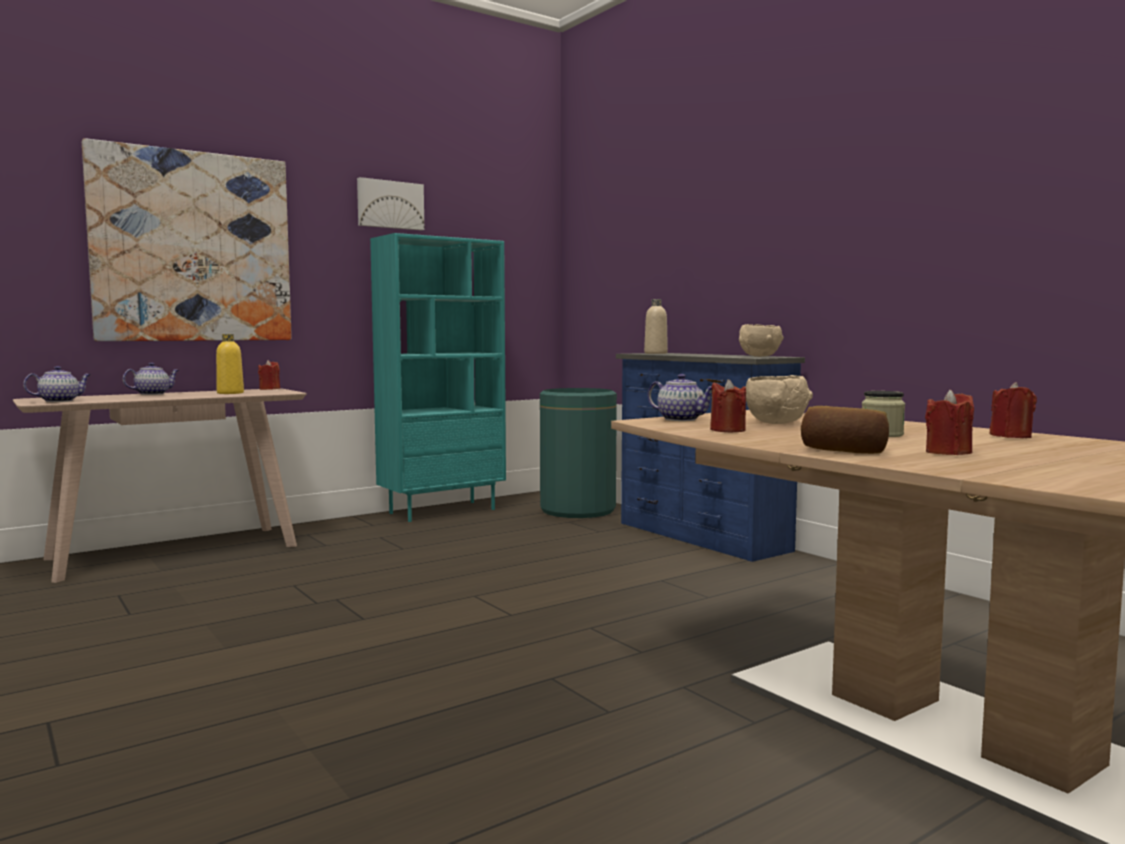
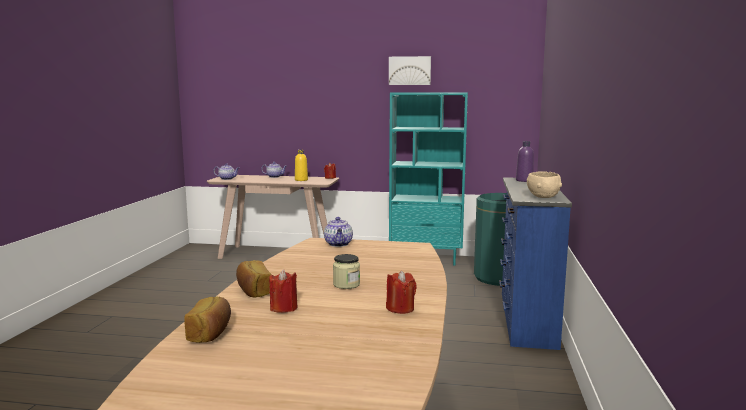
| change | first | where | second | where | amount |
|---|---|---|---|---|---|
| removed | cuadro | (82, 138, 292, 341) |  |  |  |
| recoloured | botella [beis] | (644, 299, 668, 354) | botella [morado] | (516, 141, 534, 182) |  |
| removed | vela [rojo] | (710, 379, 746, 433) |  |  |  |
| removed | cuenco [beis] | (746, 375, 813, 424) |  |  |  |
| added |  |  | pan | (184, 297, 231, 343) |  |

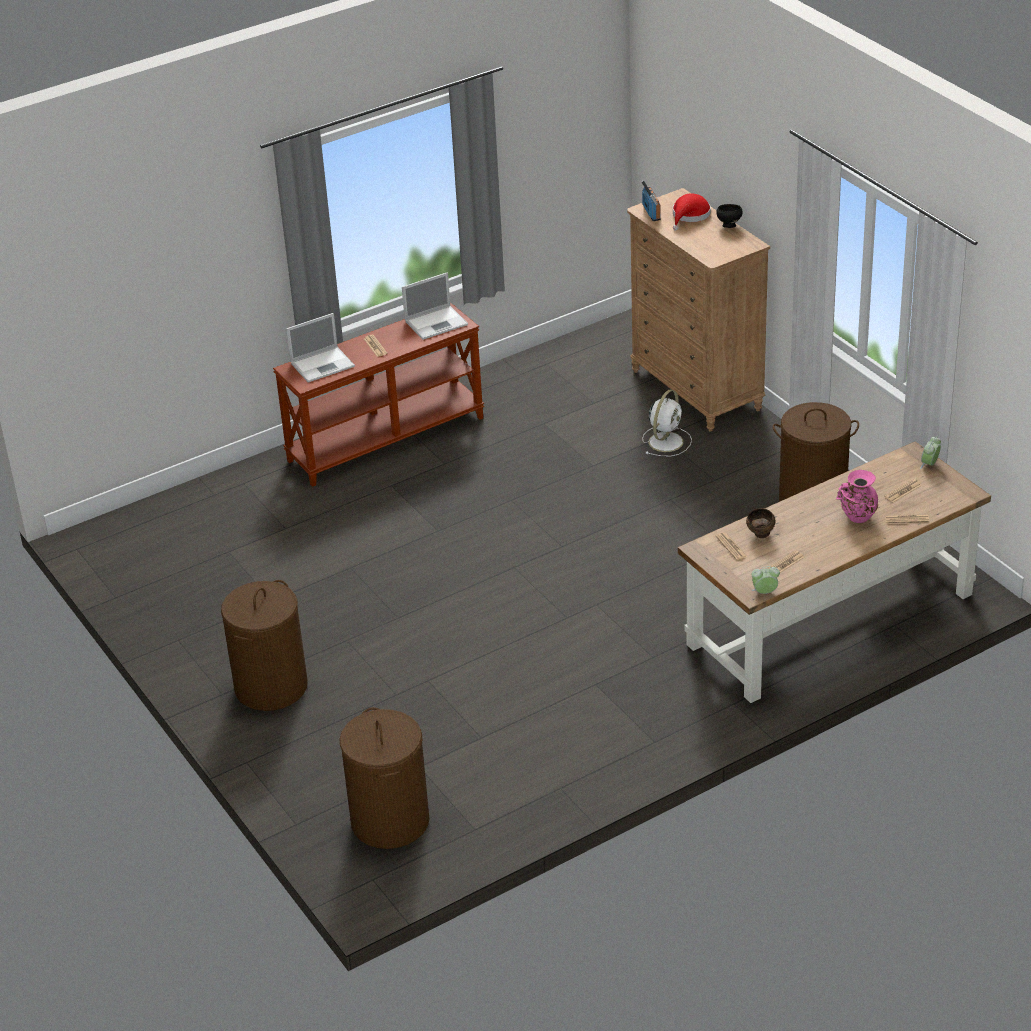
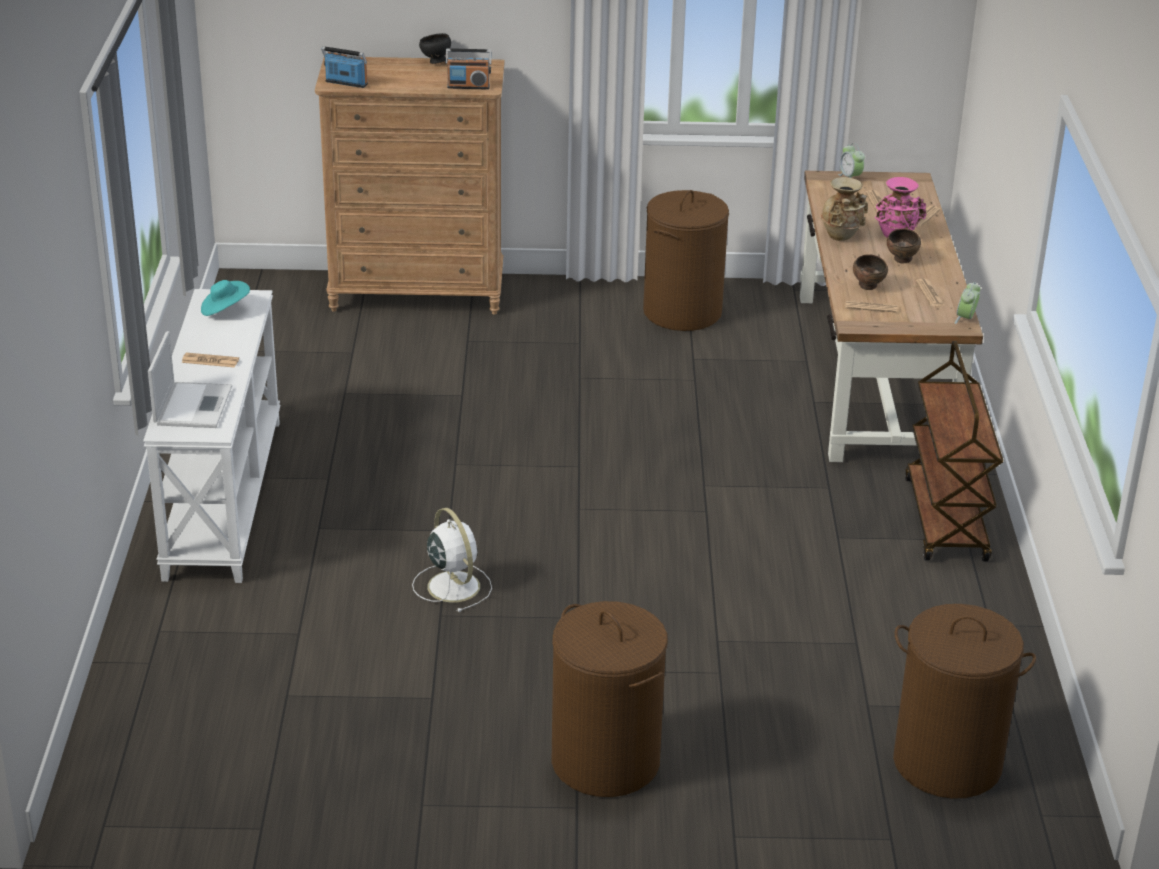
| change | first | where | second | where | amount |
|---|---|---|---|---|---|
| recoloured | mesa consola [marrón] | (273, 302, 484, 487) | mesa consola [blanco] | (143, 289, 280, 583) |  |
| replaced | portátil | (402, 273, 468, 340) | sombrero [turquesa] | (201, 280, 250, 316) |  |
| moved | ventilador [blanco] | (643, 390, 692, 457) |  | (412, 508, 492, 612) |  |
| removed | sombrero [rojo] | (673, 193, 711, 231) |  |  |  |
| added |  |  | radio | (445, 48, 492, 90) |  |
| added |  |  | florero [beis] | (821, 177, 868, 241) |  |
| added |  |  | cuenco [marrón] | (887, 229, 921, 264) |  |
| added |  |  | carrito [marrón] | (905, 341, 1003, 562) |  |

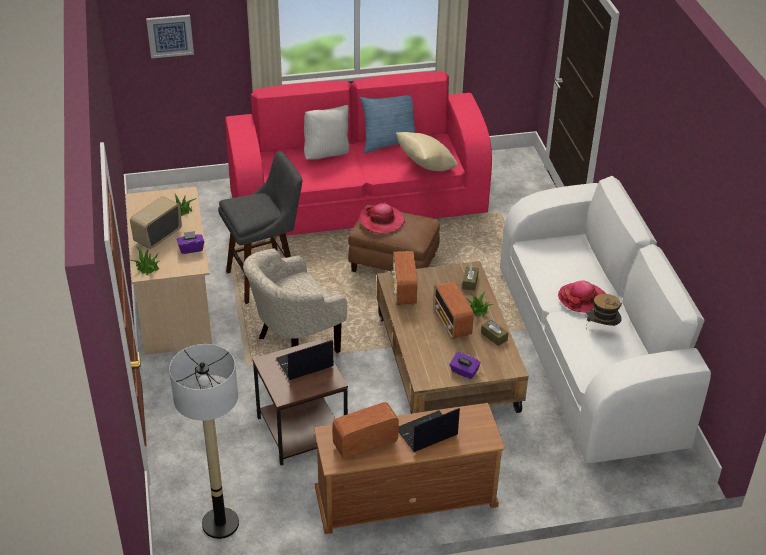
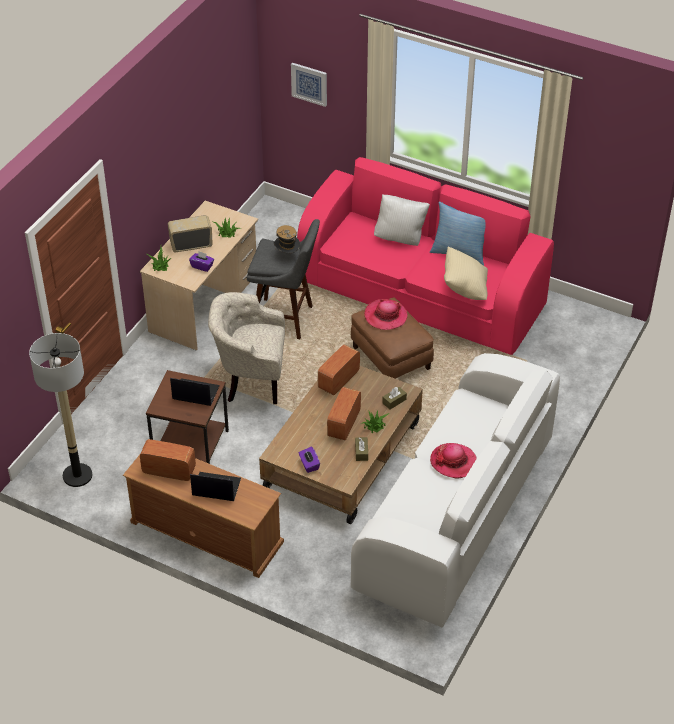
| change | first | where | second | where | amount |
|---|---|---|---|---|---|
| moved | sombrero | (586, 294, 622, 327) |  | (274, 225, 300, 253) |  |

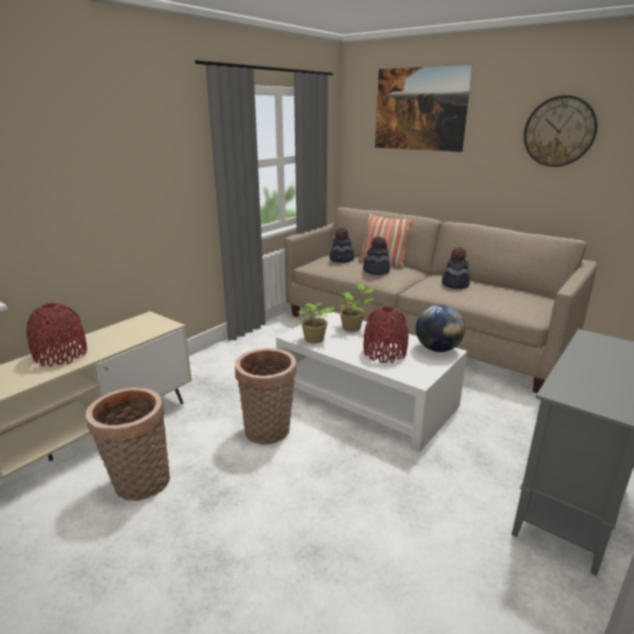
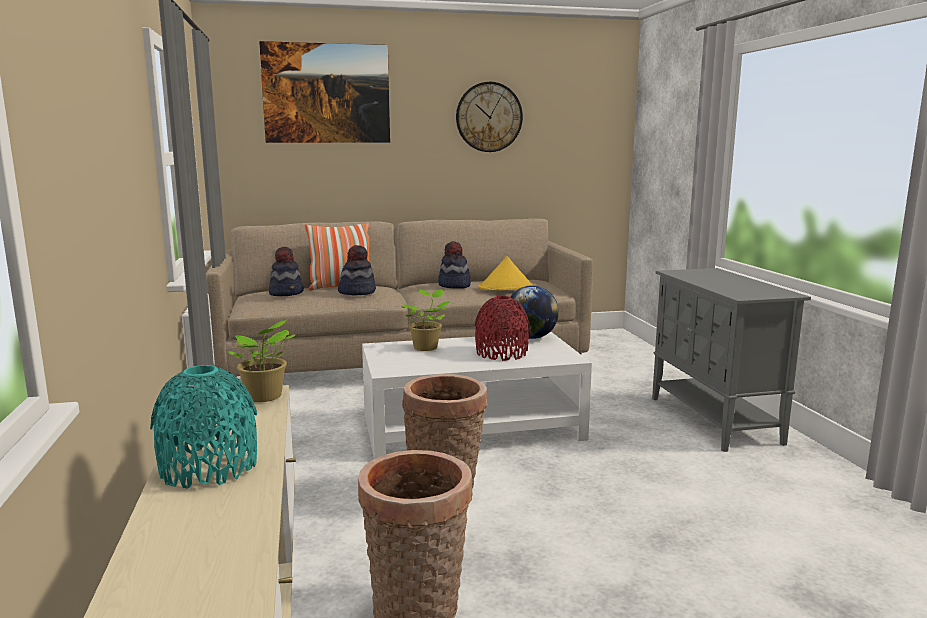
| change | first | where | second | where | amount |
|---|---|---|---|---|---|
| recoloured | florero [rojo] | (26, 303, 87, 367) | florero [turquesa] | (150, 365, 257, 489) |  |
| moved | planta en maceta | (296, 303, 334, 344) |  | (228, 320, 295, 402) |  |
| added |  |  | sombrero [amarillo] | (478, 256, 533, 290) |  |

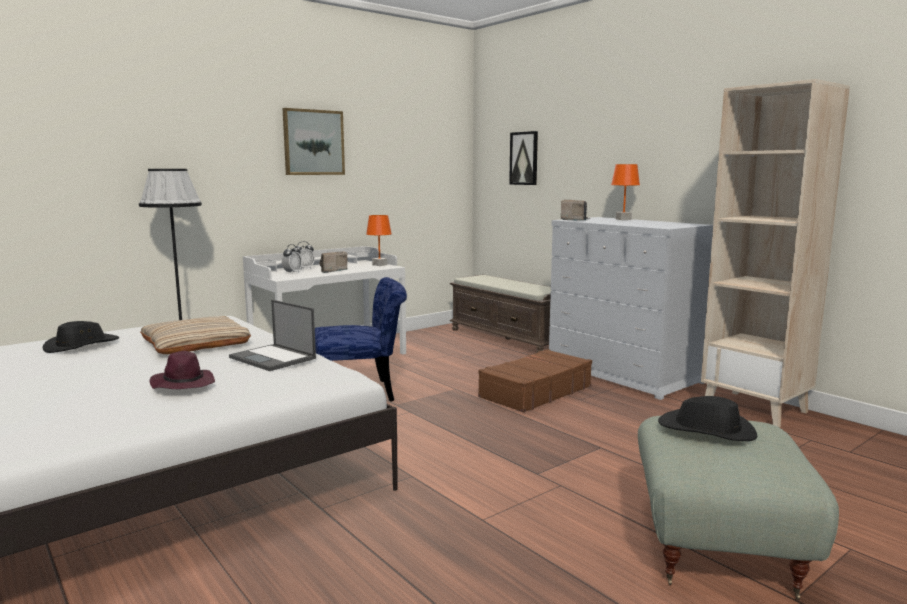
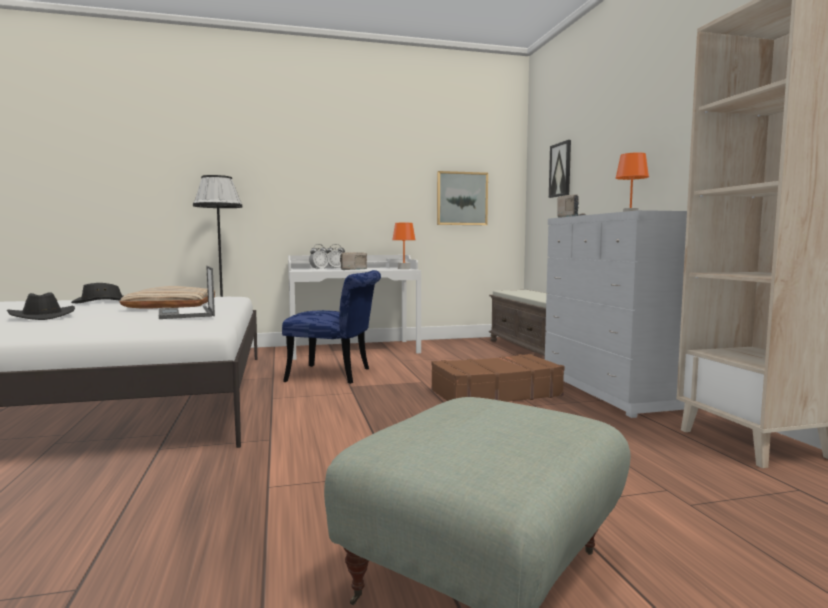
| change | first | where | second | where | amount |
|---|---|---|---|---|---|
| removed | sombrero [morado] | (150, 351, 215, 389) |  |  |  |
| moved | cuadro | (283, 108, 345, 175) |  | (437, 171, 488, 225) |  |
| moved | sombrero [negro] | (658, 396, 758, 441) |  | (7, 292, 75, 320) |  |

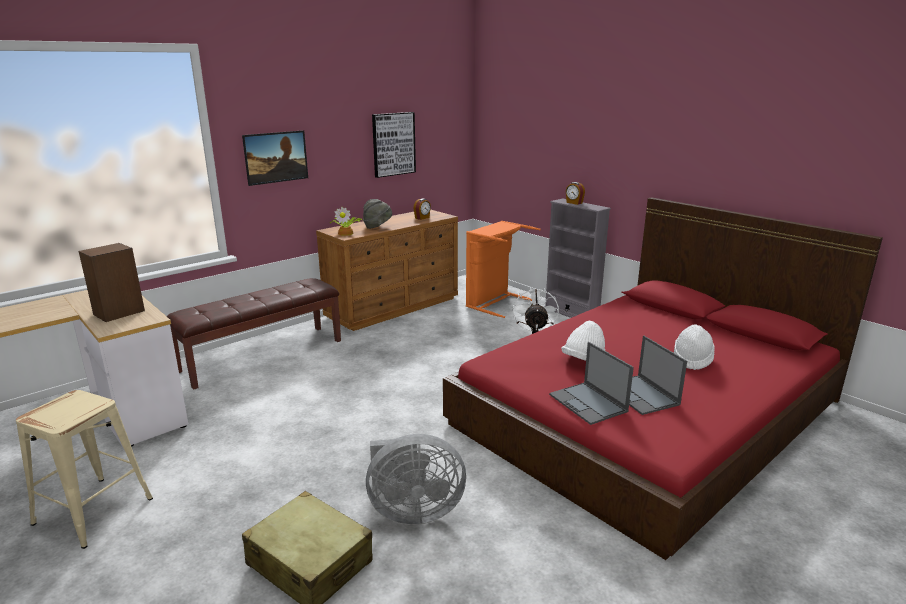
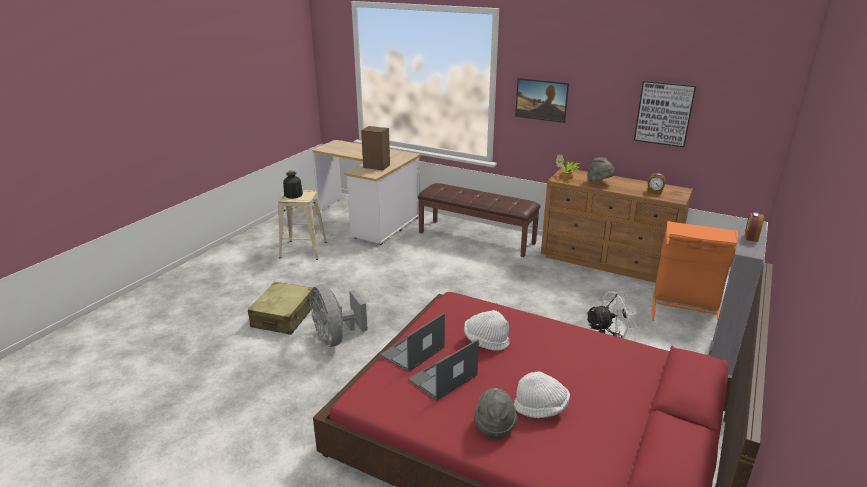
| change | first | where | second | where | amount |
|---|---|---|---|---|---|
| added |  |  | botella | (283, 171, 303, 199) |  |
| added |  |  | sombrero [gris] | (474, 388, 517, 439) |  |

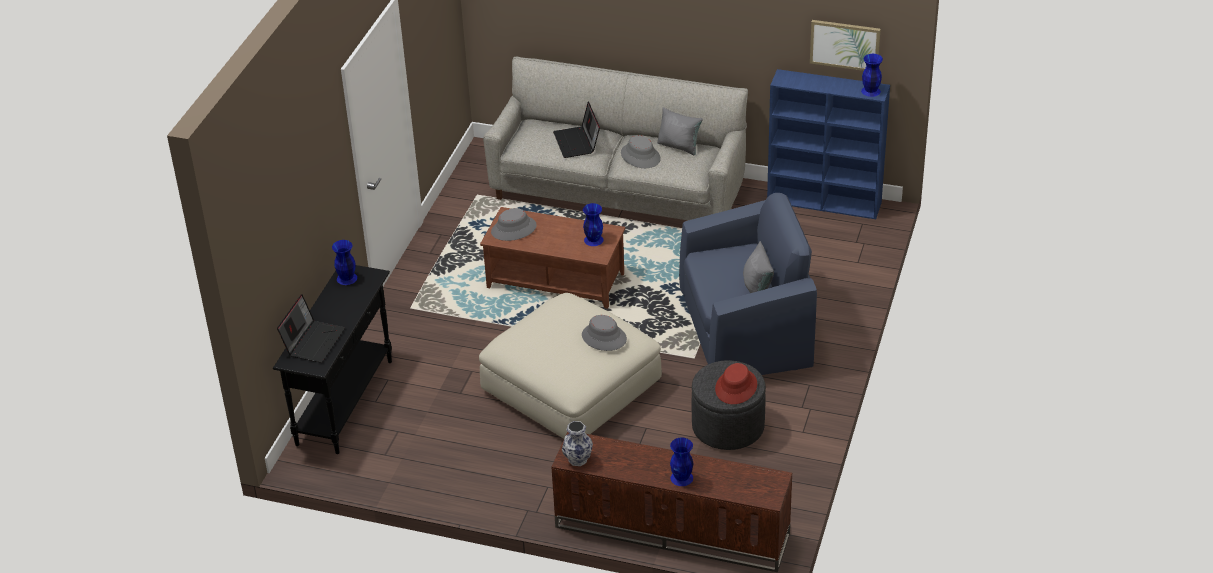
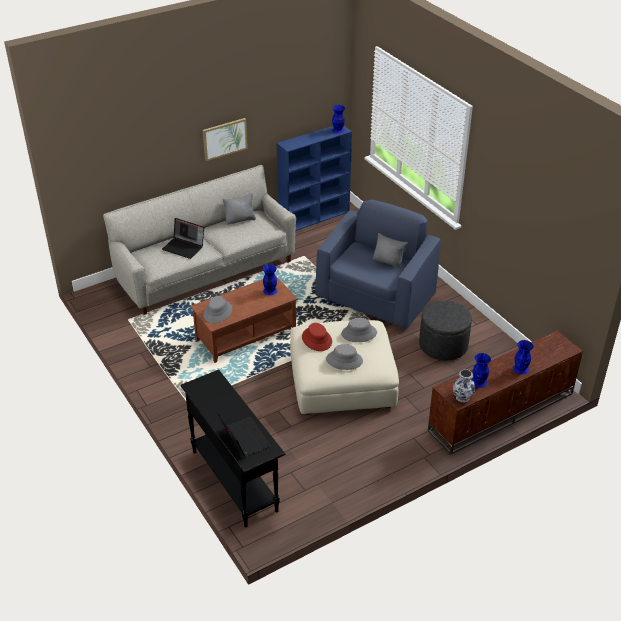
| change | first | where | second | where | amount |
|---|---|---|---|---|---|
| moved | florero [azul] | (332, 240, 357, 285) |  | (472, 353, 491, 388) |  |
| moved | sombrero [gris] | (621, 135, 661, 168) |  | (326, 344, 363, 370) |  |
| moved | sombrero [rojo] | (715, 363, 757, 404) |  | (302, 323, 332, 351) |  |
| moved | cuadro | (810, 20, 881, 71) |  | (203, 118, 248, 161) |  |

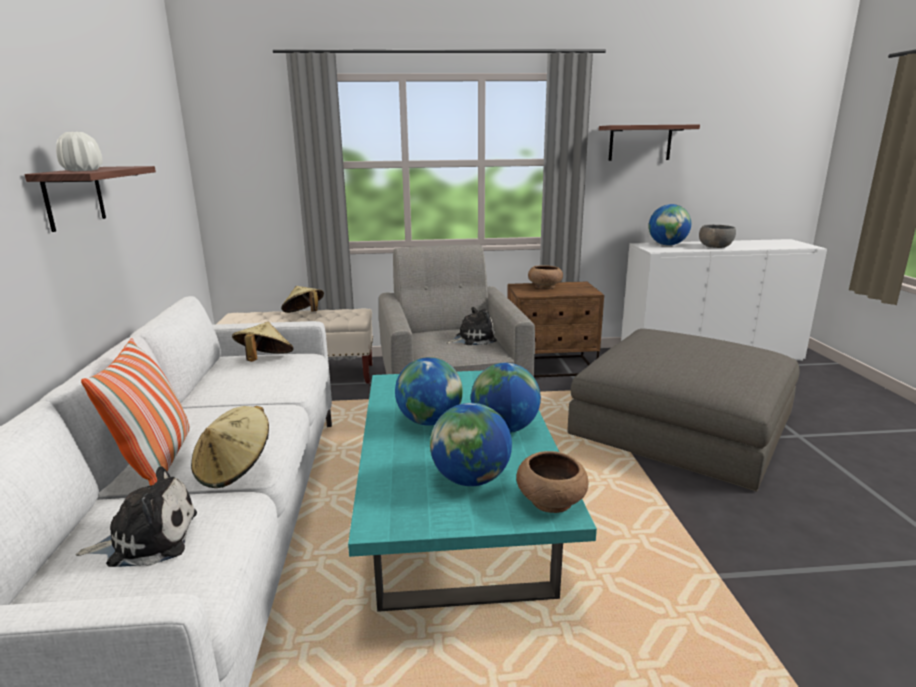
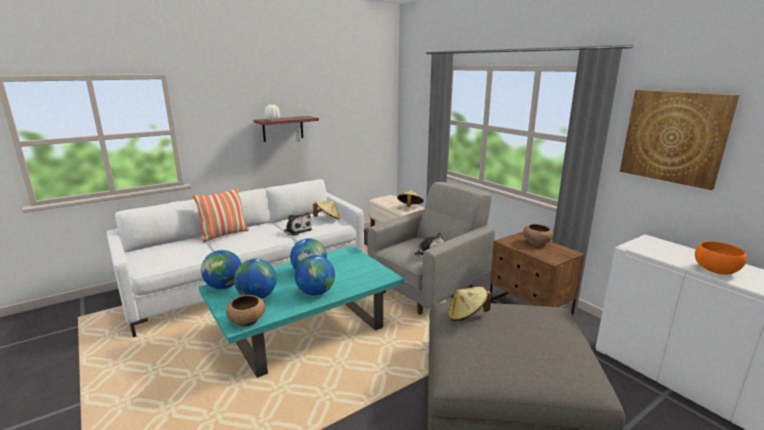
| change | first | where | second | where | amount |
|---|---|---|---|---|---|
| moved | peluche | (76, 467, 197, 567) |  | (284, 212, 312, 236) |  |
| moved | sombrero [beis] | (191, 406, 269, 488) |  | (448, 287, 491, 321) |  |
| replaced | estante | (599, 124, 700, 161) | cuadro | (620, 90, 739, 190) |  |
| moved | globo terráqueo | (649, 204, 691, 246) |  | (201, 250, 242, 289) |  |
| recoloured | cuenco [gris] | (699, 225, 736, 248) | cuenco [naranja] | (695, 241, 747, 275) |  |

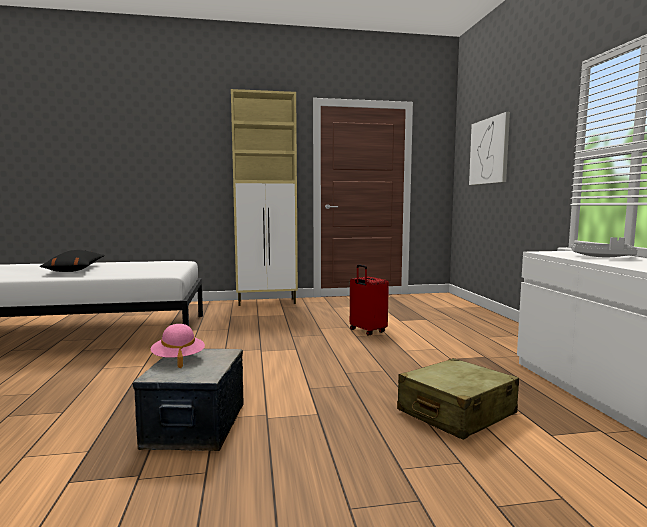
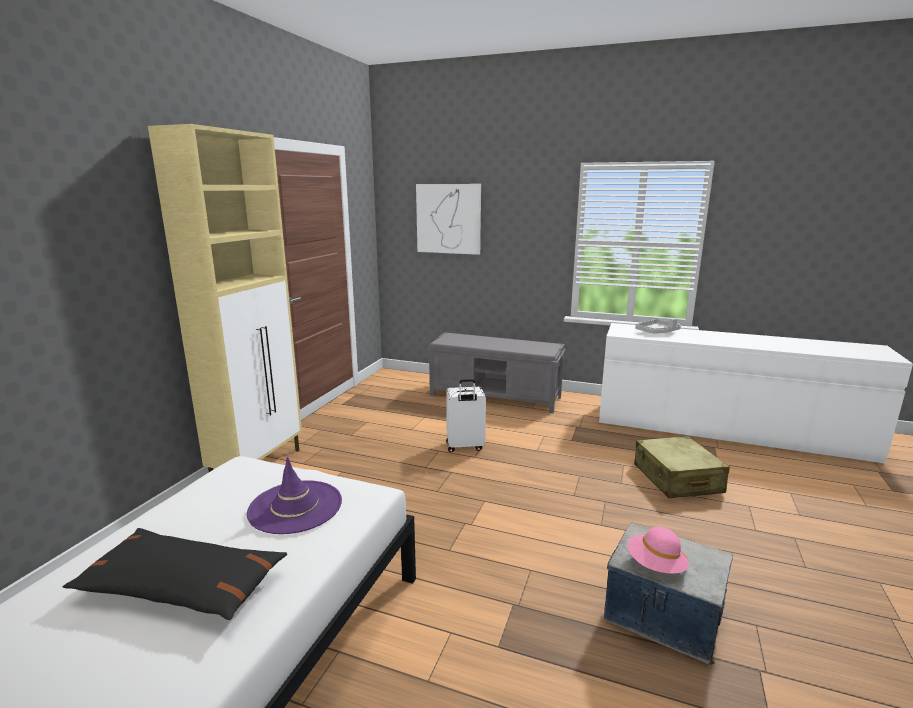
| change | first | where | second | where | amount |
|---|---|---|---|---|---|
| recoloured | maleta [rojo] | (350, 264, 389, 336) | maleta [blanco] | (446, 379, 486, 453) |  |
| added |  |  | sombrero [morado] | (247, 457, 342, 534) |  |
| added |  |  | banco [gris] | (428, 332, 565, 413) |  |

